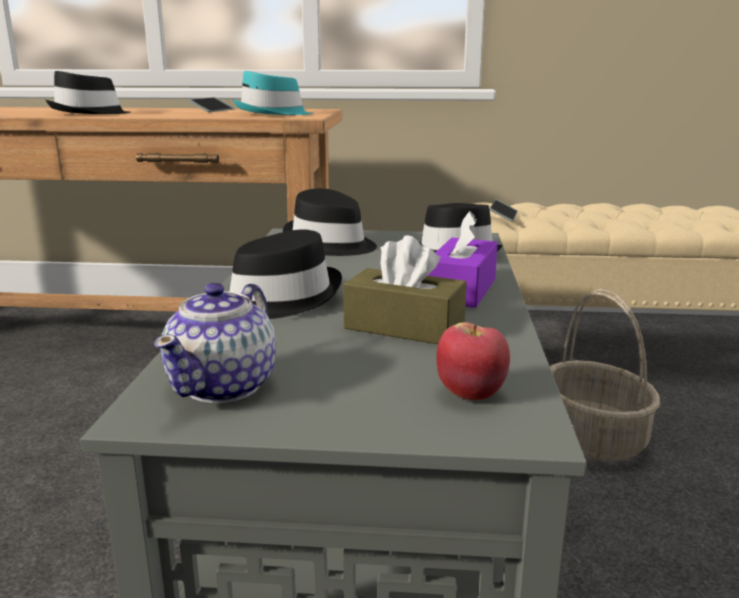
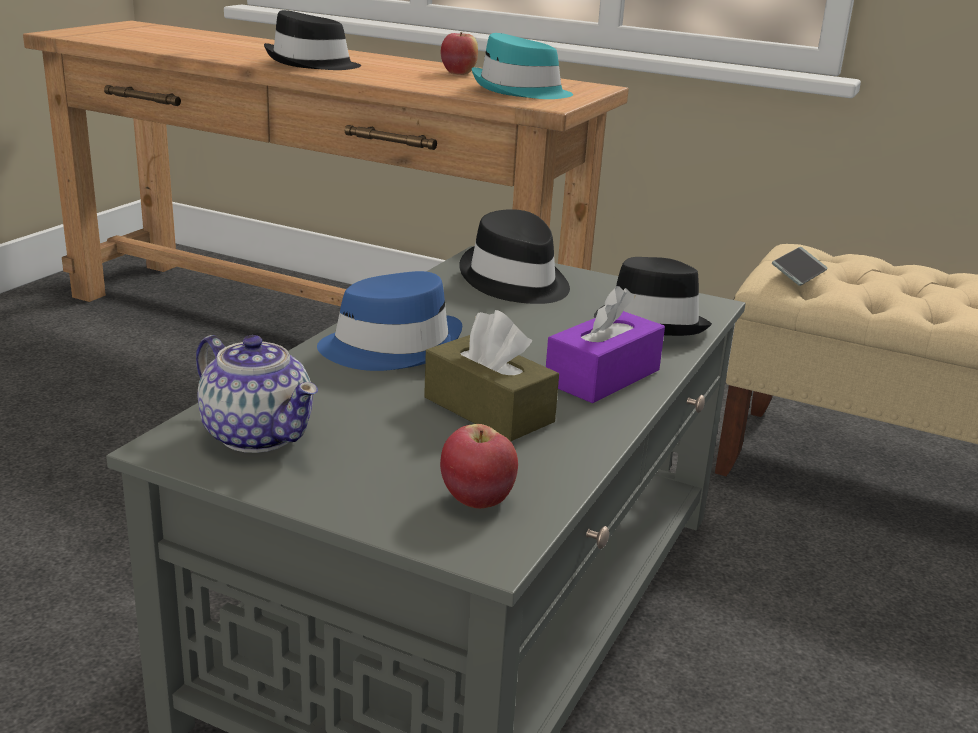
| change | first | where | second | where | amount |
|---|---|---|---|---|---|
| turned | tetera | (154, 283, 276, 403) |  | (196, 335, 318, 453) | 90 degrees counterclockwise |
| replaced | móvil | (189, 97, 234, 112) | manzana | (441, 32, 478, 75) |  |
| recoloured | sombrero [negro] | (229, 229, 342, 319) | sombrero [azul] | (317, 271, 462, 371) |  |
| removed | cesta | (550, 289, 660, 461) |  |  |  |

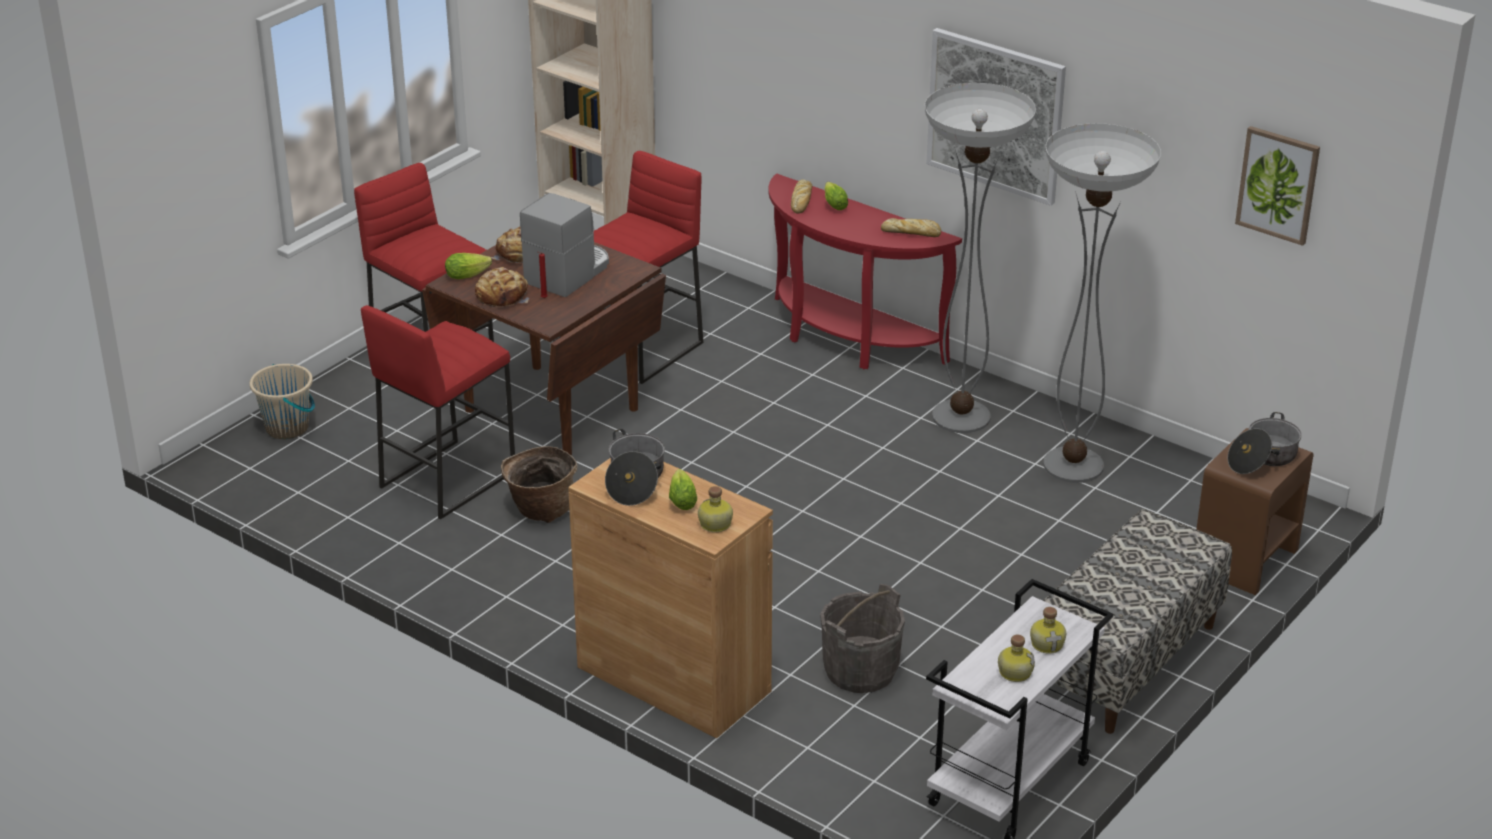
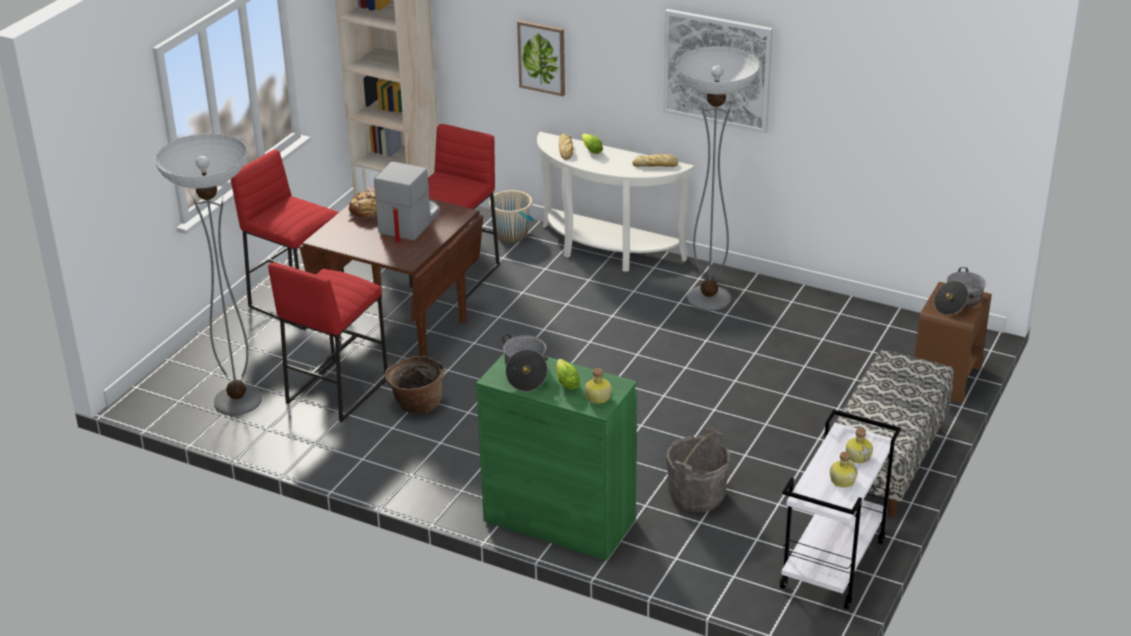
| change | first | where | second | where | amount |
|---|---|---|---|---|---|
| moved | cubo [beis] | (249, 364, 315, 439) |  | (489, 190, 533, 243) |  |
| removed | lechuga | (445, 253, 492, 279) |  |  |  |
| removed | pan | (475, 267, 529, 308) |  |  |  |
| recoloured | armario [marrón] | (568, 458, 773, 738) | armario [verde] | (476, 353, 637, 561) |  |
| recoloured | mesa consola [rojo] | (769, 174, 962, 369) | mesa consola [blanco] | (537, 132, 694, 272) |  |
| moved | lámpara de pie | (1043, 123, 1161, 483) |  | (155, 133, 262, 415) |  |
| moved | cuadro | (1235, 126, 1320, 246) |  | (517, 20, 565, 96) |  |

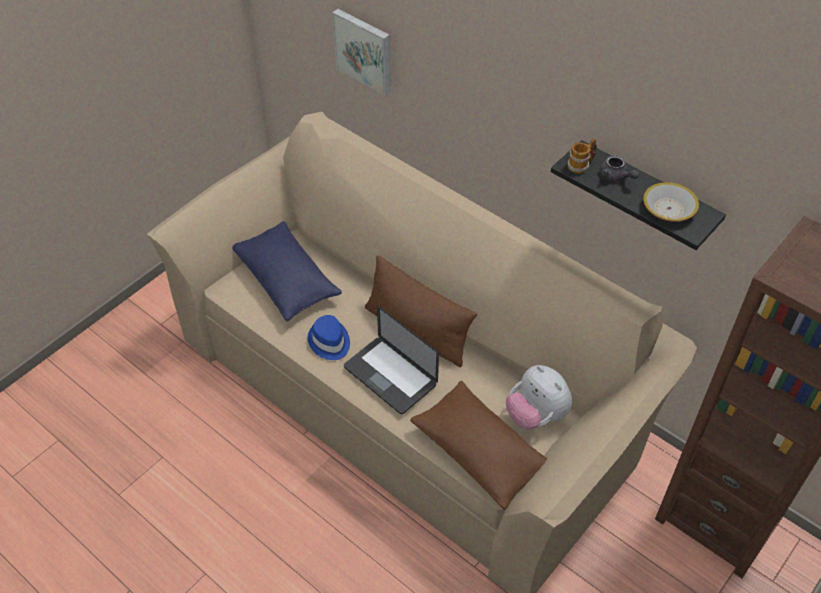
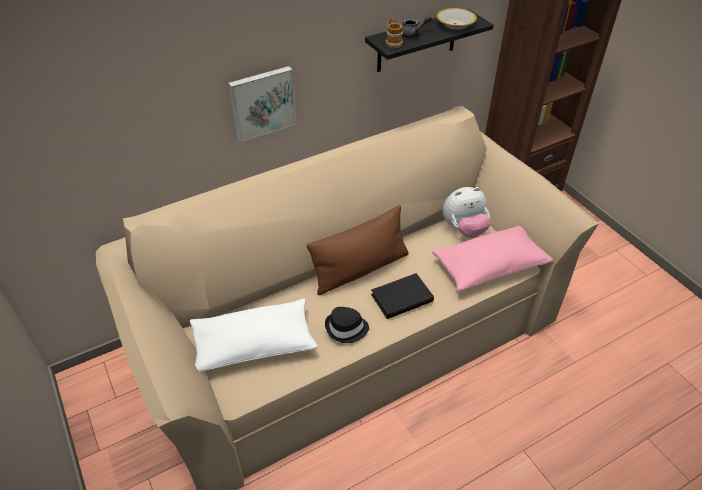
| change | first | where | second | where | amount |
|---|---|---|---|---|---|
| recoloured | cojín [azul] | (232, 221, 342, 321) | cojín [blanco] | (190, 299, 318, 372) |  |
| recoloured | sombrero [azul] | (308, 315, 350, 360) | sombrero [negro] | (325, 307, 369, 343) |  |
| moved | cuadro | (332, 9, 391, 95) |  | (228, 66, 297, 142) |  |
| replaced | portátil | (344, 306, 439, 415) | libro [negro] | (371, 273, 434, 319) |  |
| recoloured | cojín [marrón] | (410, 381, 547, 510) | cojín [rosa] | (432, 226, 553, 292) |  |

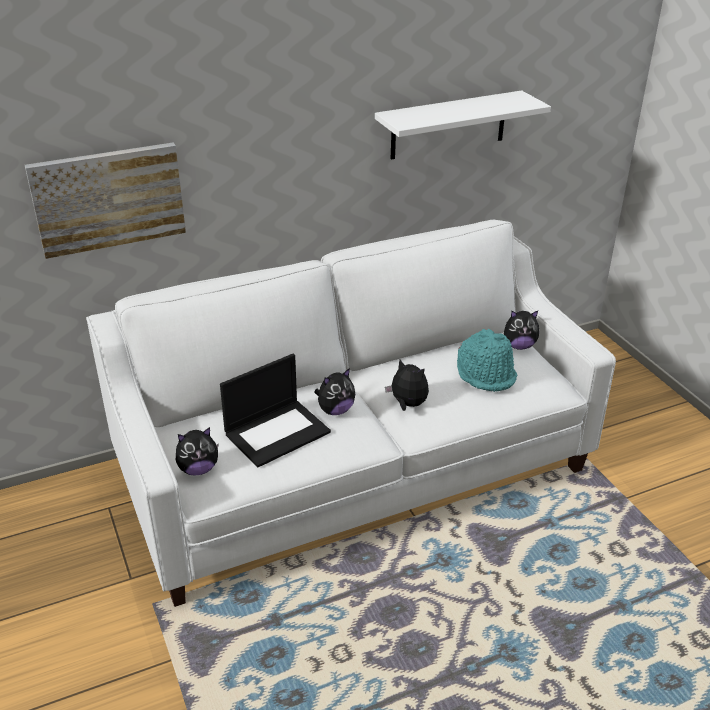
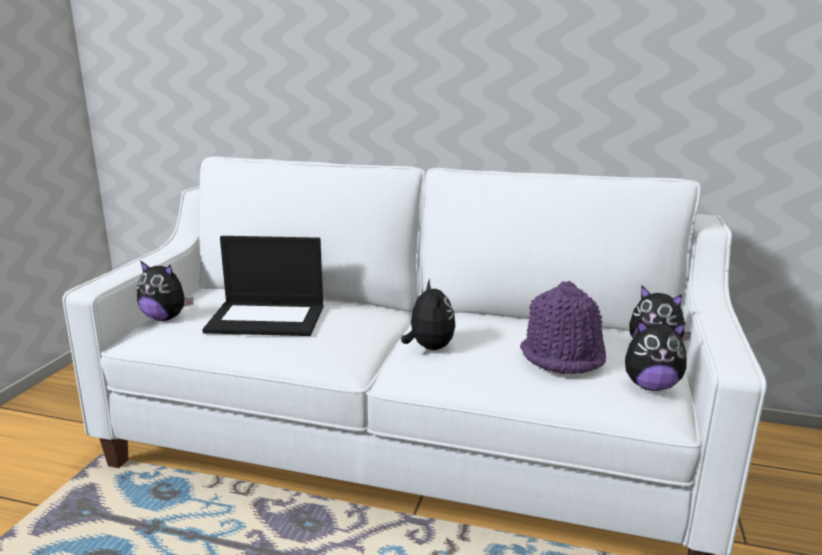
| change | first | where | second | where | amount |
|---|---|---|---|---|---|
| removed | cuadro | (25, 142, 186, 259) |  |  |  |
| moved | peluche | (314, 368, 355, 415) |  | (625, 320, 686, 391) |  |
| removed | estante [blanco] | (375, 90, 551, 160) |  |  |  |
| recoloured | sombrero [turquesa] | (457, 329, 517, 392) | sombrero [morado] | (520, 281, 606, 374) |  |

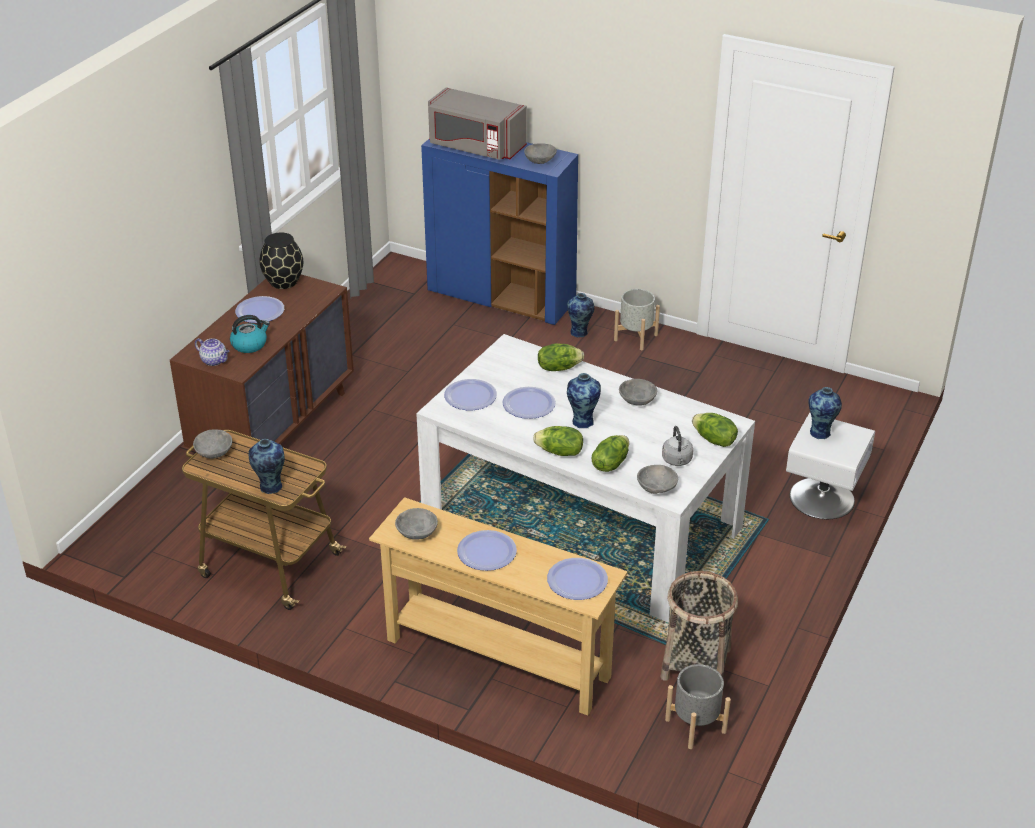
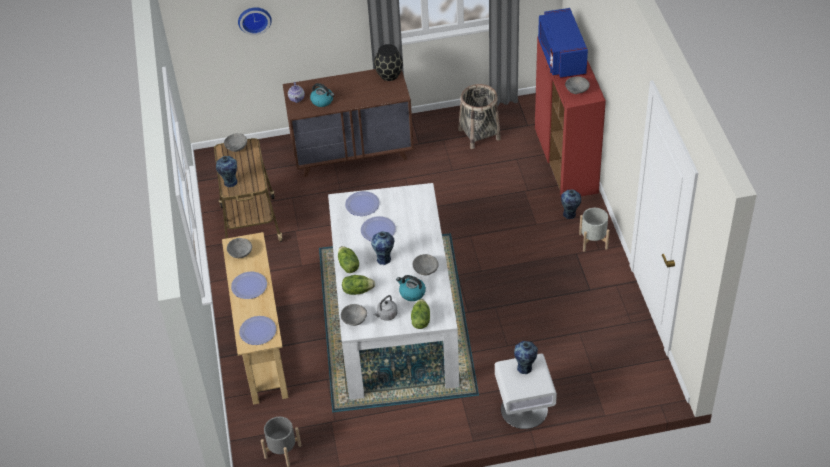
| change | first | where | second | where | amount |
|---|---|---|---|---|---|
| removed | plato | (235, 296, 284, 323) |  |  |  |
| recoloured | armario [azul] | (421, 139, 578, 325) | armario [rojo] | (535, 37, 606, 196) |  |
| recoloured | microondas [gris] | (428, 87, 527, 160) | microondas [azul] | (538, 8, 588, 78) |  |
| removed | lechuga | (538, 343, 584, 371) |  |  |  |
| moved | cesta | (661, 571, 738, 681) |  | (459, 84, 501, 149) |  |
| added |  |  | reloj de pared | (238, 7, 272, 35) |  |
| added |  |  | hervidor | (396, 275, 426, 301) |  |

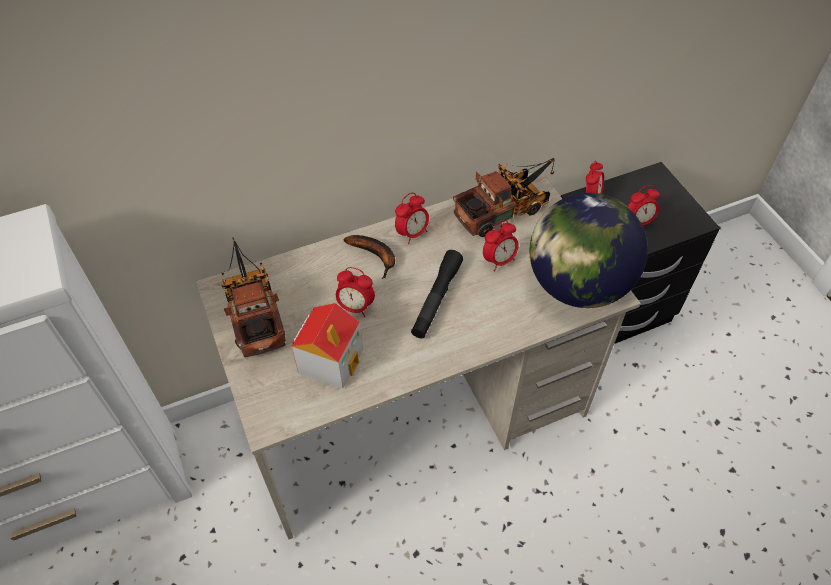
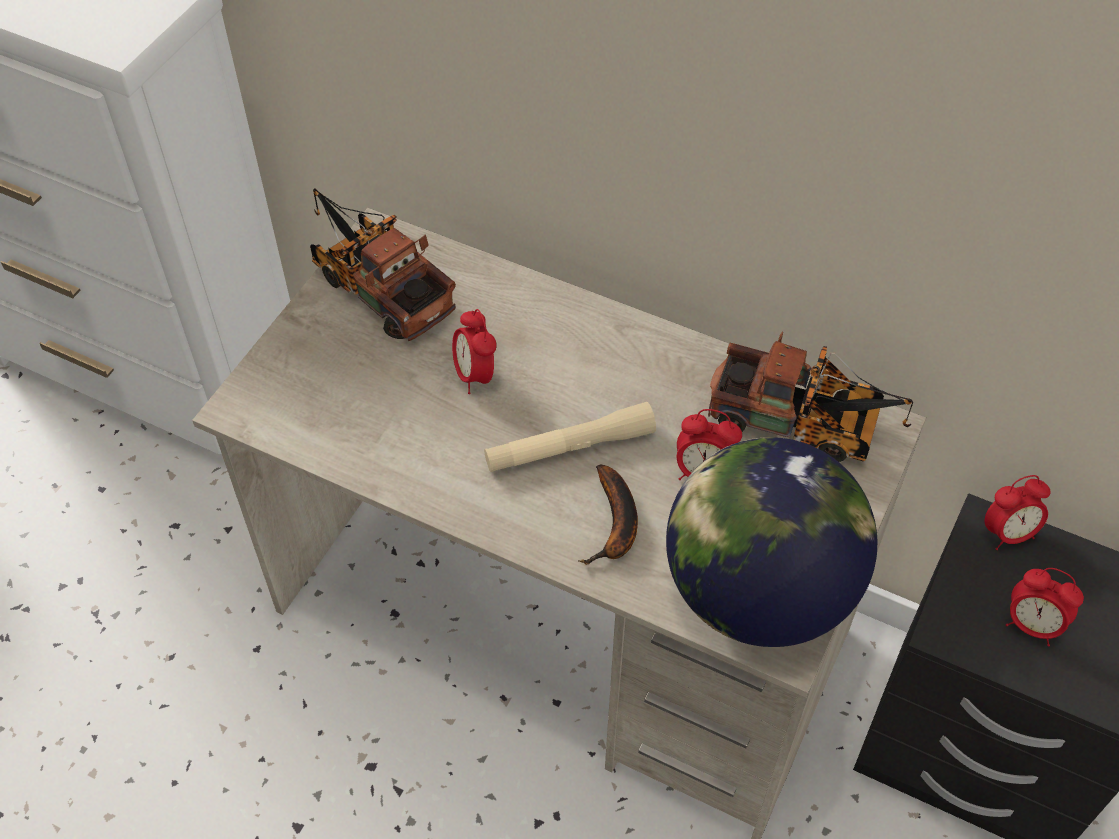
| change | first | where | second | where | amount |
|---|---|---|---|---|---|
| turned | camión de juguete | (221, 237, 286, 357) |  | (310, 188, 456, 341) | 75 degrees counterclockwise |
| removed | casita | (292, 303, 363, 389) |  |  |  |
| moved | plátano | (344, 235, 395, 279) |  | (579, 464, 638, 565) |  |
| removed | despertador | (395, 192, 429, 244) |  |  |  |
| recoloured | linterna [negro] | (411, 250, 463, 338) | linterna [beis] | (484, 402, 656, 472) |  |

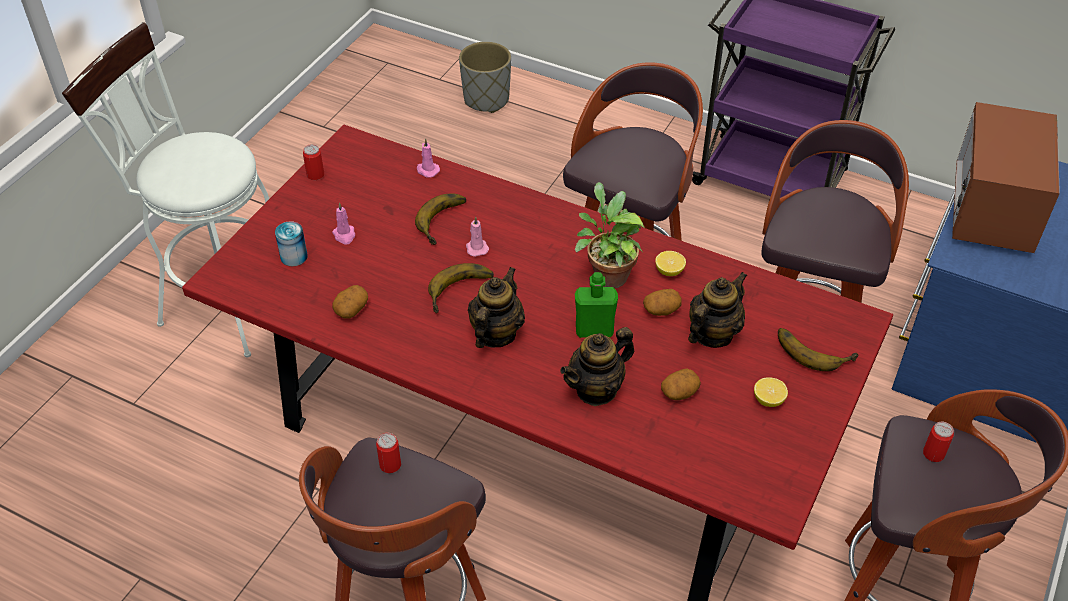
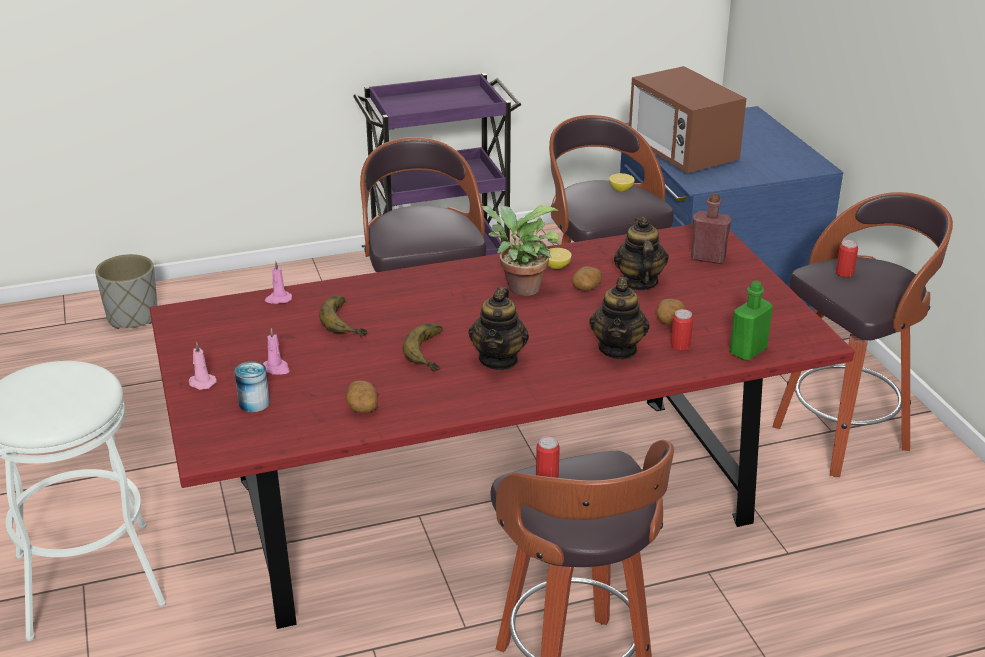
| change | first | where | second | where | amount |
|---|---|---|---|---|---|
| moved | lata | (303, 144, 324, 180) |  | (671, 309, 693, 351) |  |
| moved | vela [rosa] | (466, 216, 489, 257) |  | (189, 342, 217, 390) |  |
| turned | tetera | (468, 267, 525, 348) |  | (468, 287, 529, 370) | 150 degrees counterclockwise |
| moved | botella [verde] | (575, 272, 618, 338) |  | (730, 281, 773, 361) |  |
| moved | limón | (754, 377, 788, 407) |  | (609, 173, 634, 192) |  |
| replaced | plátano | (778, 328, 859, 371) | botella [rojo] | (691, 193, 731, 264) |  |

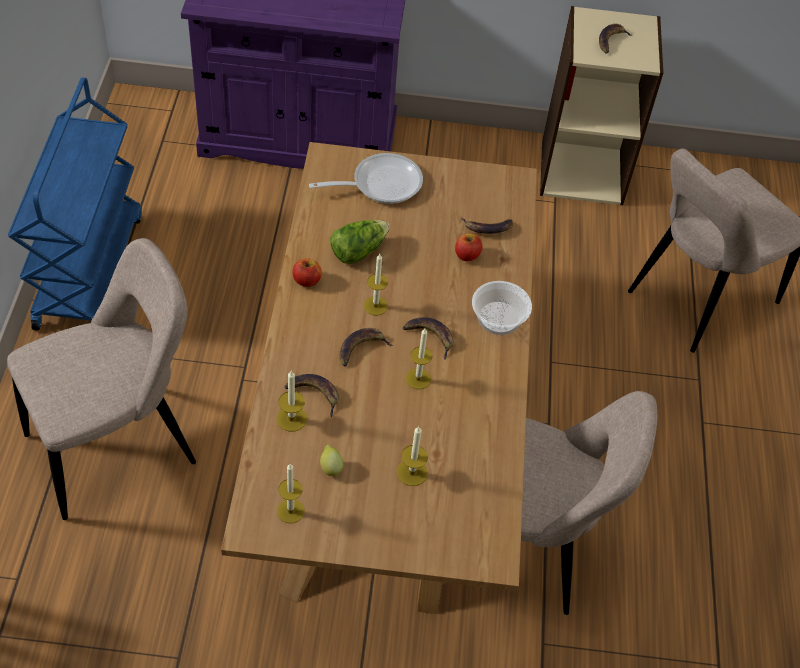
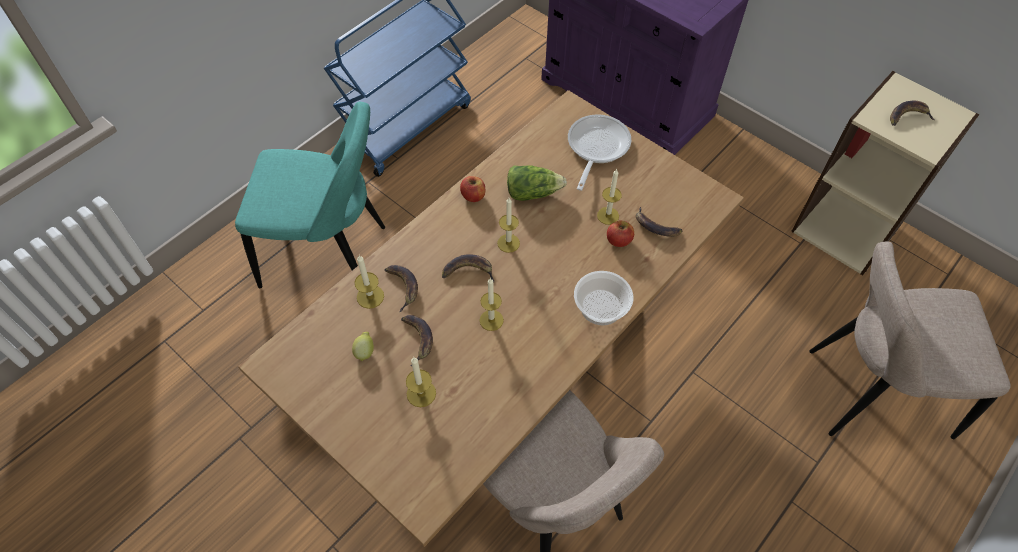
| change | first | where | second | where | amount |
|---|---|---|---|---|---|
| recoloured | silla [beis] | (7, 238, 196, 520) | silla [turquesa] | (235, 102, 385, 288) |  |
| moved | vela | (277, 464, 305, 523) |  | (597, 169, 622, 225) |  |
| turned | sartén | (309, 153, 423, 204) |  | (568, 115, 631, 191) | 90 degrees counterclockwise |
| moved | plátano | (403, 317, 453, 359) |  | (401, 315, 433, 366) |  |

